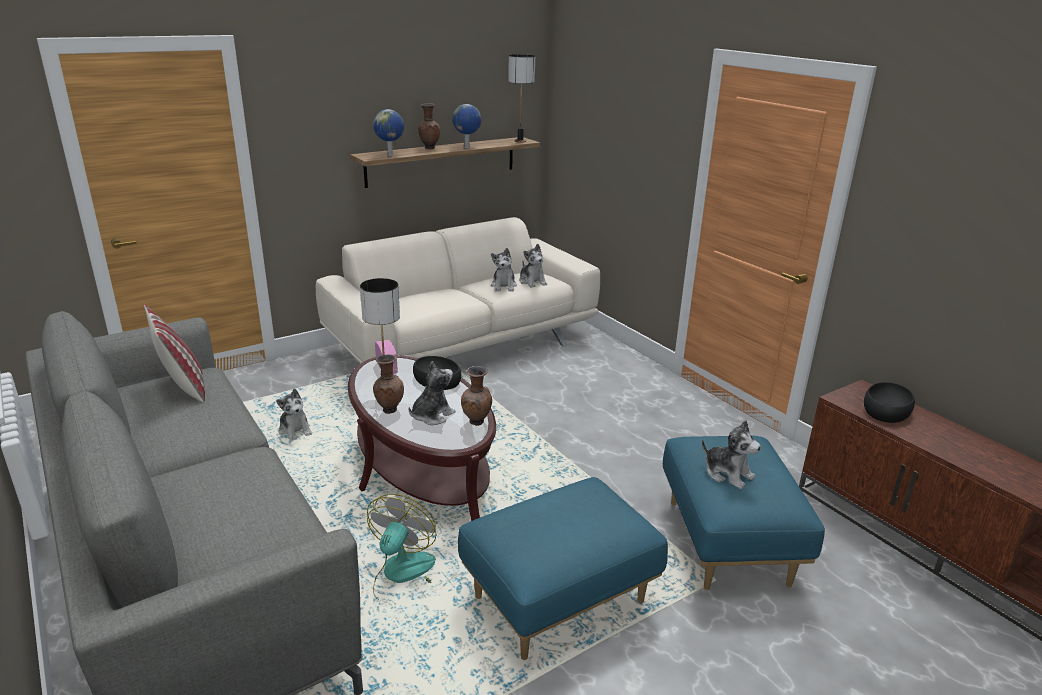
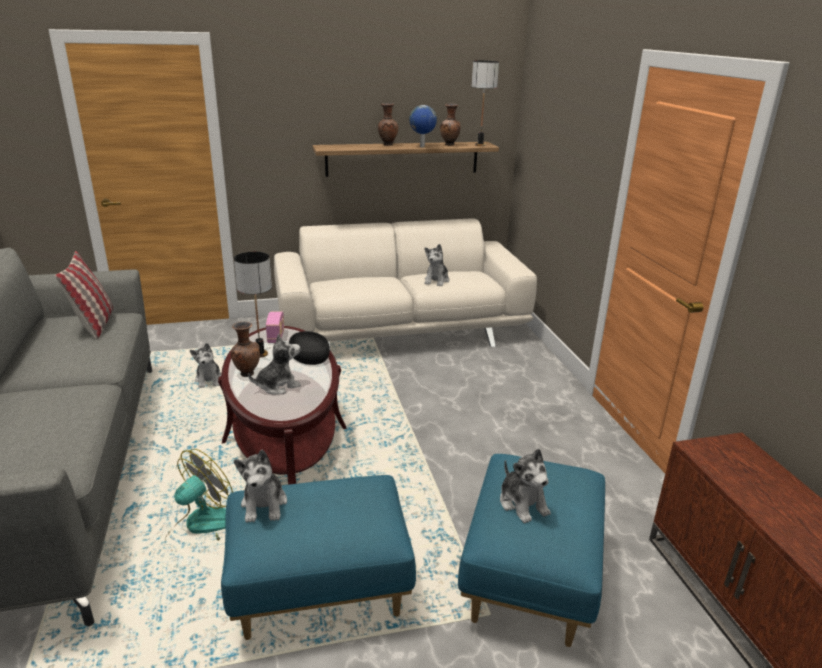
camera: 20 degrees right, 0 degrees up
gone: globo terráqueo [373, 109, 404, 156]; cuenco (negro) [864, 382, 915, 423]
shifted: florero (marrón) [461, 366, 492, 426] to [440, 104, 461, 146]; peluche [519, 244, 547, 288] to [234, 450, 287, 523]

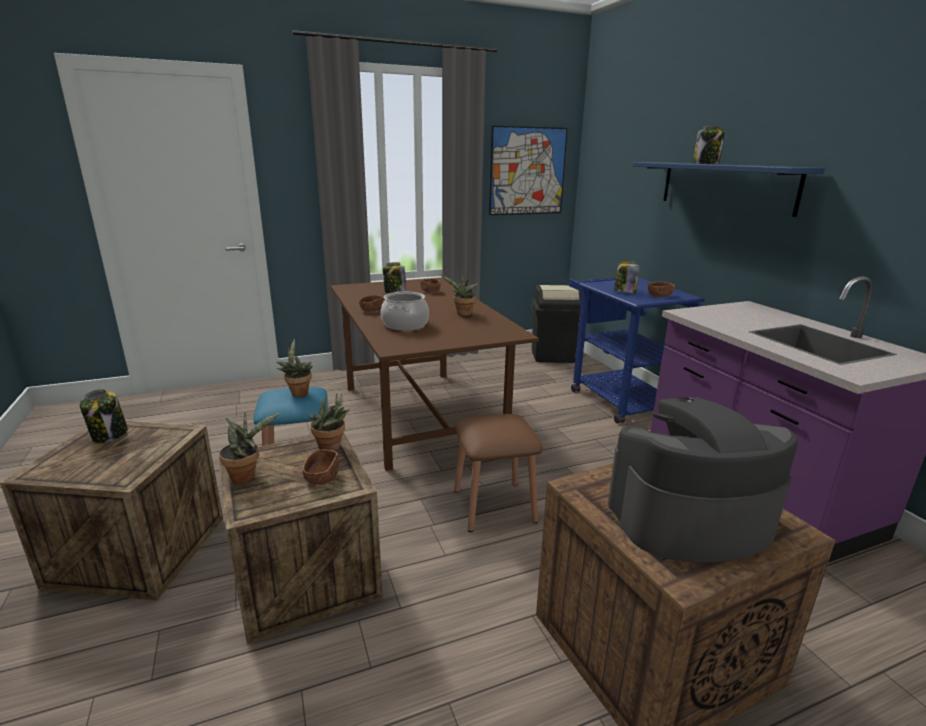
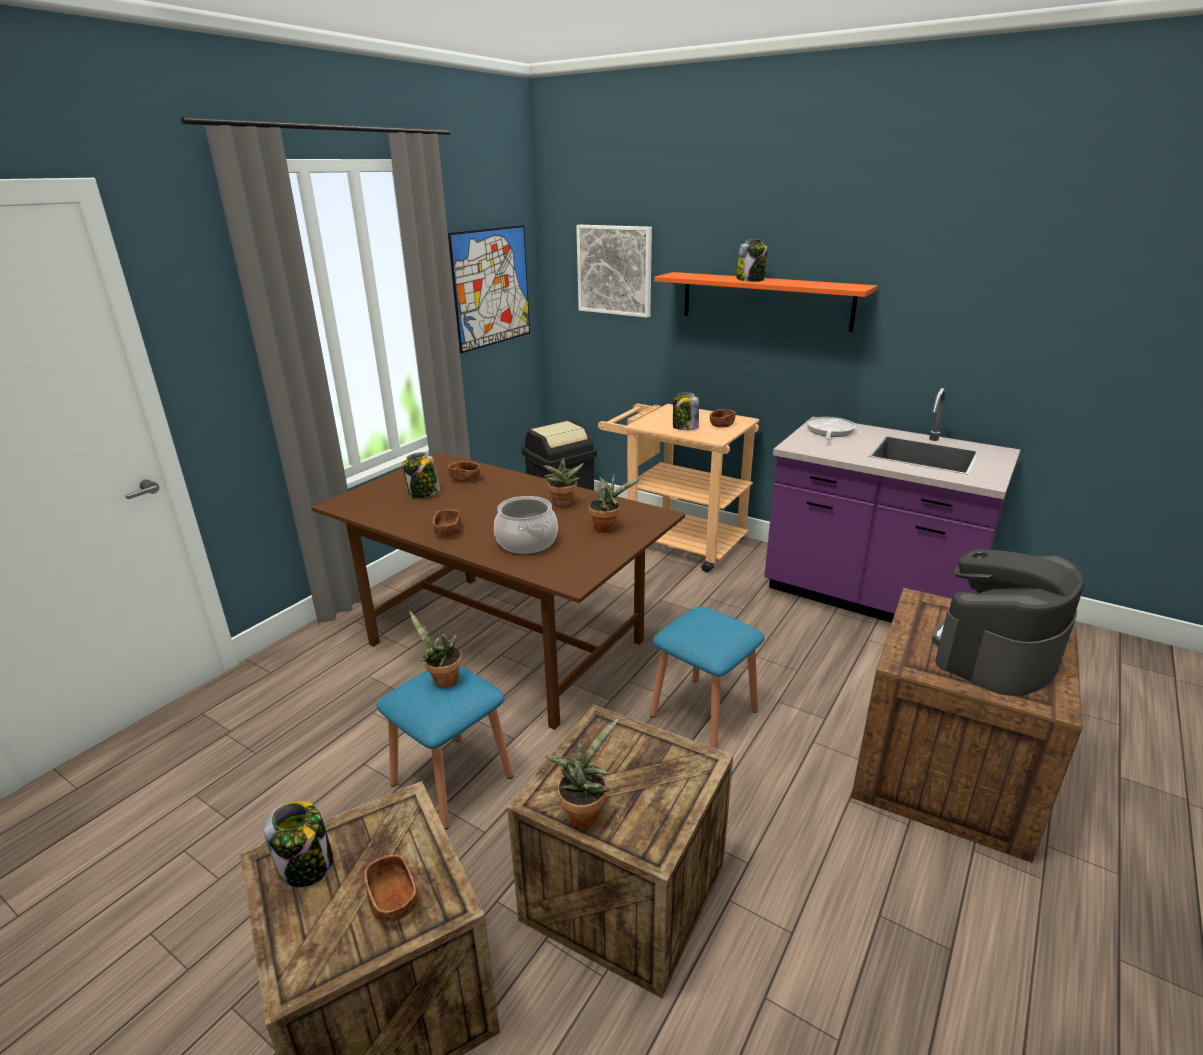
camera: 35 degrees left, 5 degrees up
new: cuadro [576, 225, 652, 318]; sartén [807, 417, 856, 439]
shifted: cuenco (marrón) [302, 450, 339, 485] to [364, 854, 419, 922]; planta en maceta [309, 393, 350, 451] to [589, 474, 640, 533]
repainted: taburete (marrón) [454, 414, 543, 532] to taburete (azul) [650, 606, 765, 749]; carrito (azul) [568, 278, 705, 423] to carrito (beis) [598, 404, 759, 572]; estante (azul) [633, 162, 825, 217] to estante (naranja) [654, 272, 877, 332]

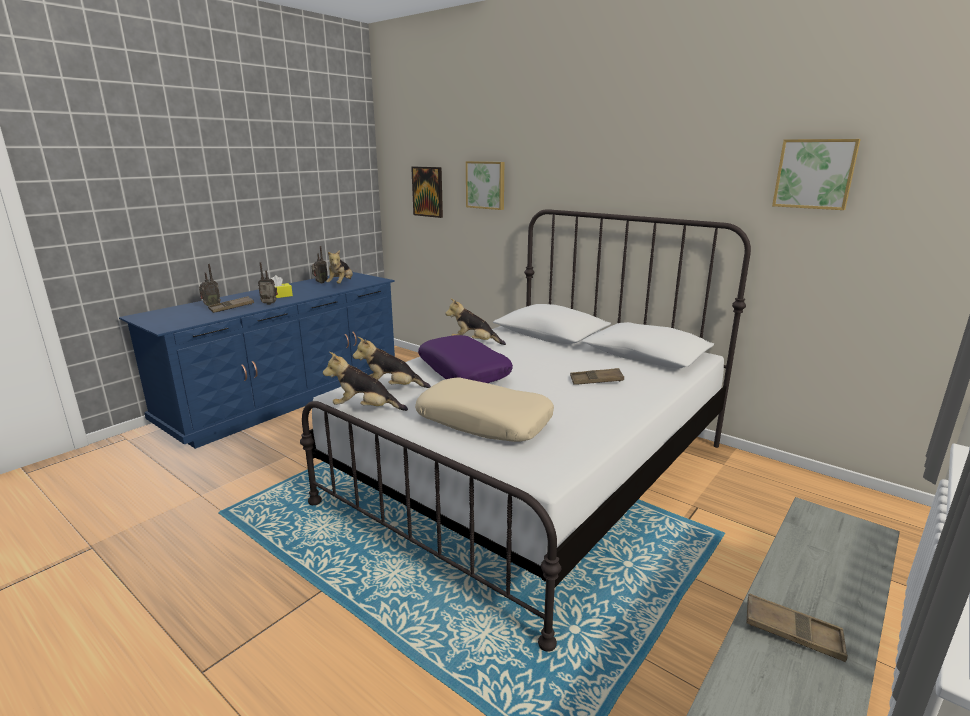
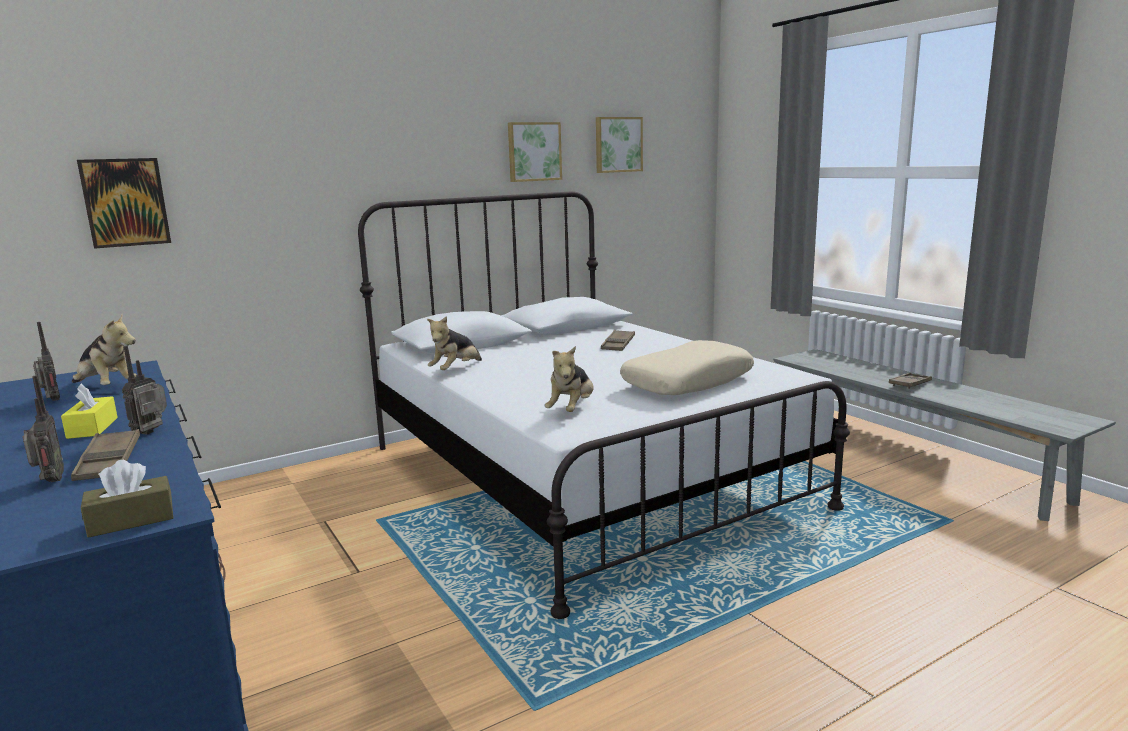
camera: 70 degrees left, 5 degrees down
gone: peluche [323, 352, 408, 411]; cojín (morado) [418, 335, 513, 383]
new: caja de pañuelos (marrón) [81, 460, 173, 538]
shifted: cuadro [466, 161, 504, 210] to [508, 122, 562, 182]

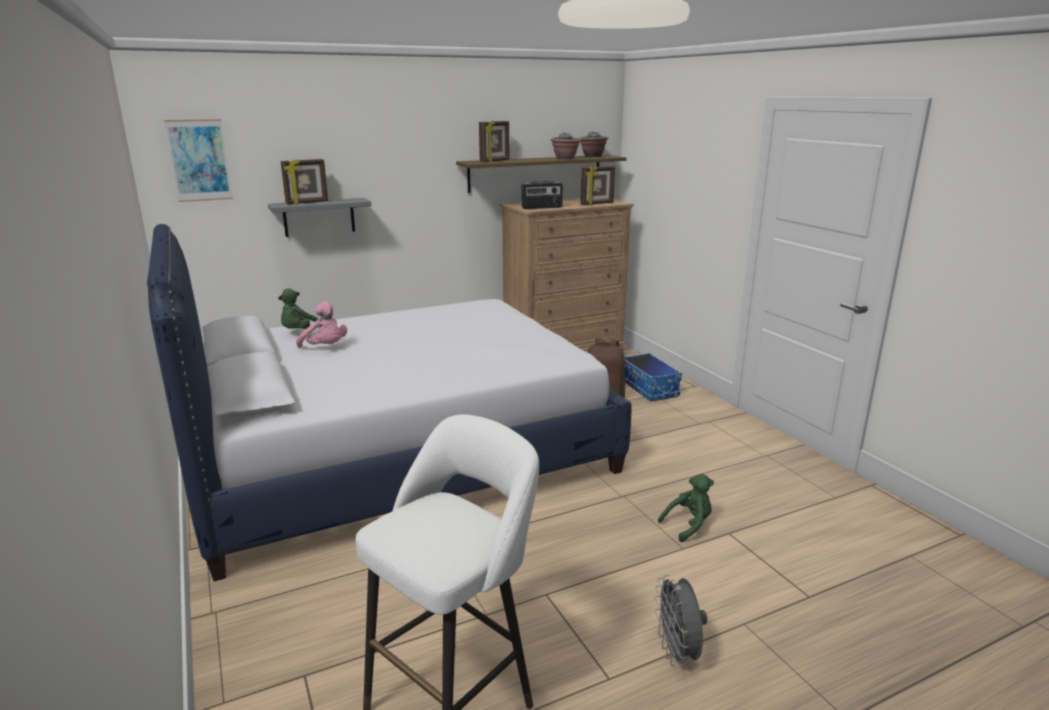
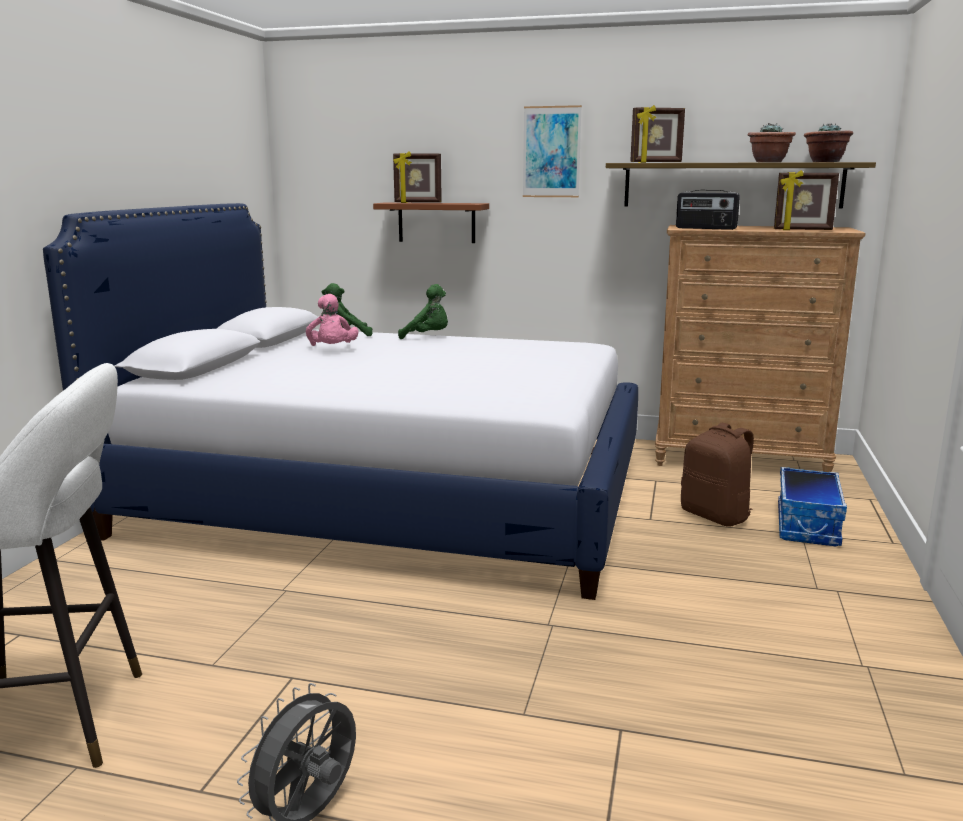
camera: 40 degrees right, 5 degrees down
shifted: cuadro [164, 119, 233, 202] to [523, 105, 582, 197]; peluche (verde) [658, 474, 714, 542] to [398, 284, 448, 339]
repainted: estante (gris) [268, 198, 372, 237] to estante (marrón) [373, 202, 489, 243]

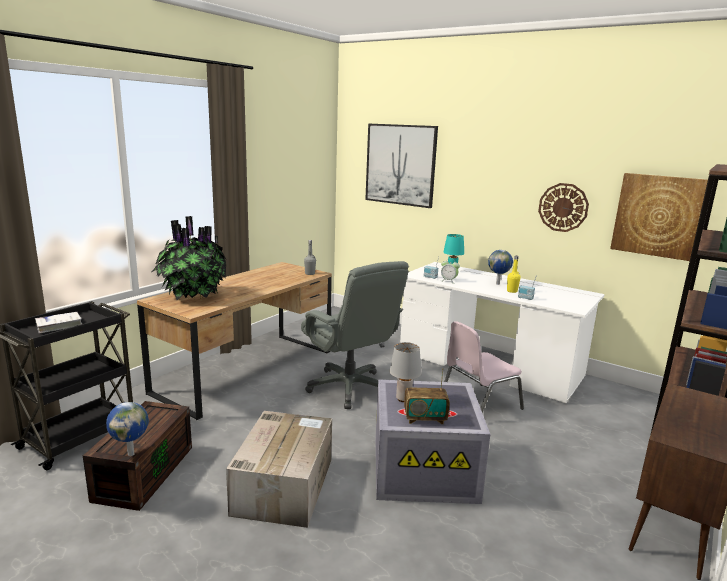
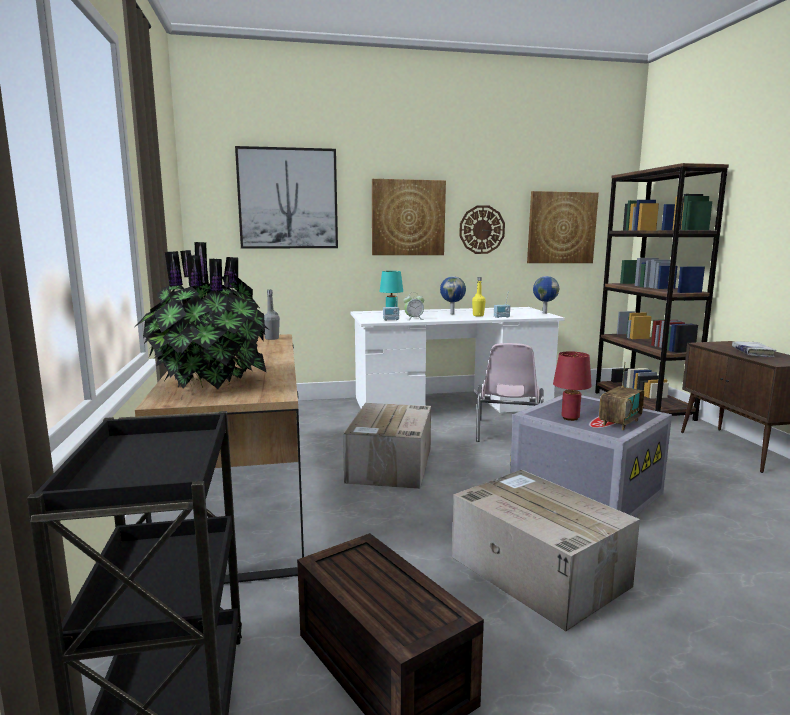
camera: 45 degrees left, 5 degrees down
new: cuadro [372, 179, 446, 255]
shifted: libro (blanco) [35, 312, 82, 333] to [732, 341, 776, 357]; globo terráqueo [106, 402, 149, 456] to [533, 276, 559, 314]
swapped: silla de oficina (gris) [301, 261, 409, 409] to caja de cartón [343, 403, 431, 489]
repainted: lámpara de mesa (gris) [390, 342, 421, 402] to lámpara de mesa (rojo) [553, 351, 592, 421]

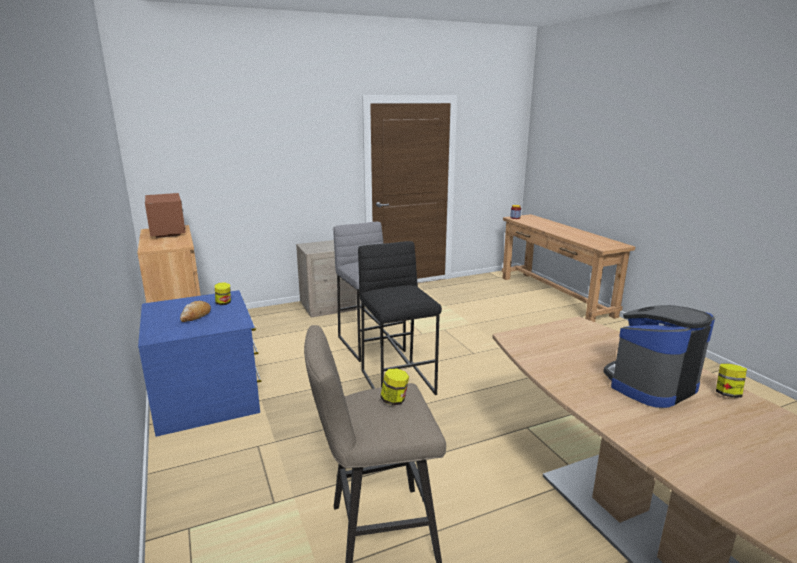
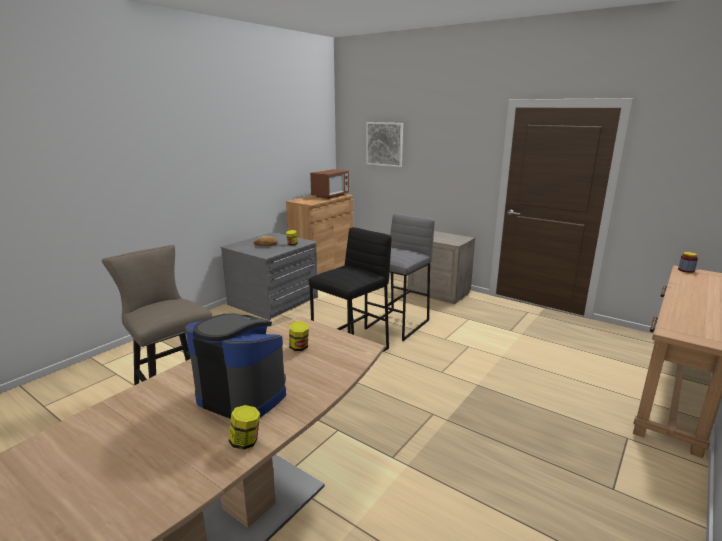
camera: 60 degrees right, 0 degrees up
new: cuadro [366, 122, 403, 167]
shifted: tarro [380, 369, 409, 405] to [289, 321, 309, 351]
repainted: cómoda (azul) [138, 290, 261, 437] to cómoda (gris) [220, 232, 318, 320]

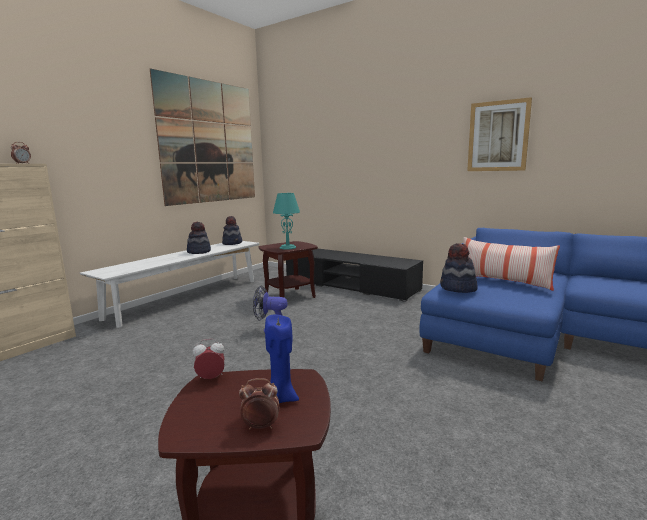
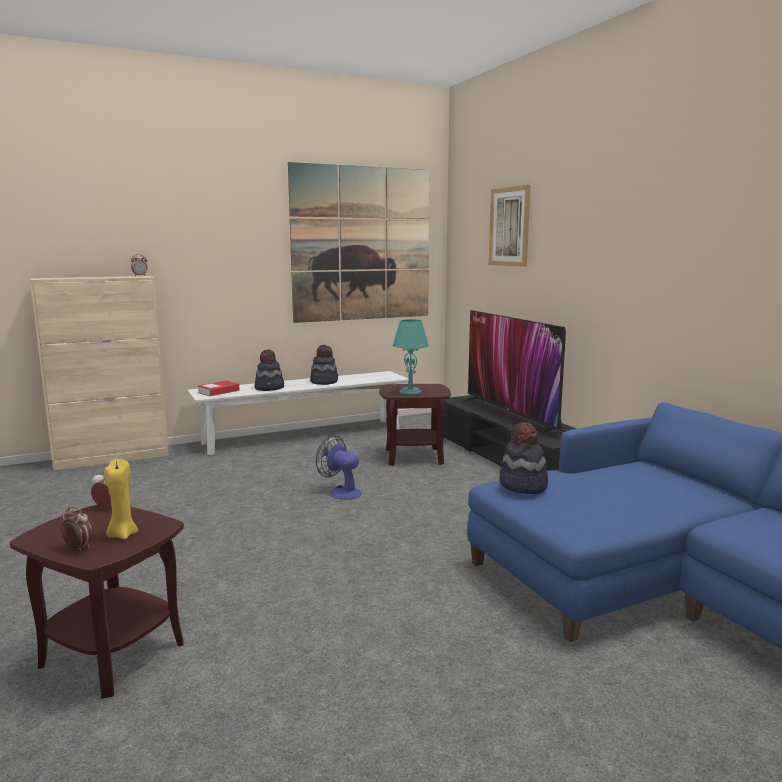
camera: 30 degrees right, 0 degrees up
gone: cojín [463, 237, 560, 291]
new: libro [198, 380, 239, 396]; televisor [459, 310, 566, 436]
shifted: sombrero [222, 216, 242, 245] to [254, 349, 284, 391]; cuadro [467, 97, 532, 171] to [489, 185, 531, 267]
repainted: vela (azul) [265, 315, 299, 403] to vela (amarillo) [104, 459, 138, 539]

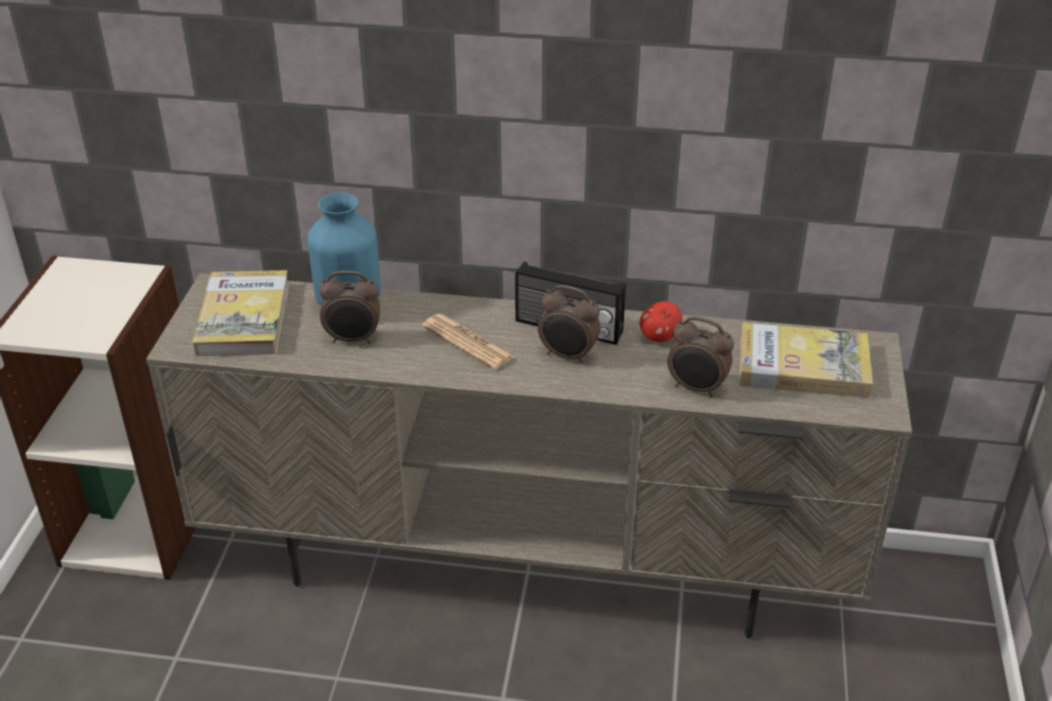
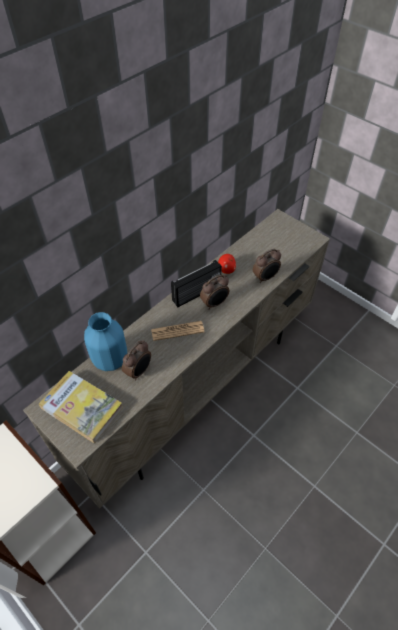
camera: 55 degrees left, 15 degrees up
gone: libro [739, 322, 873, 398]

